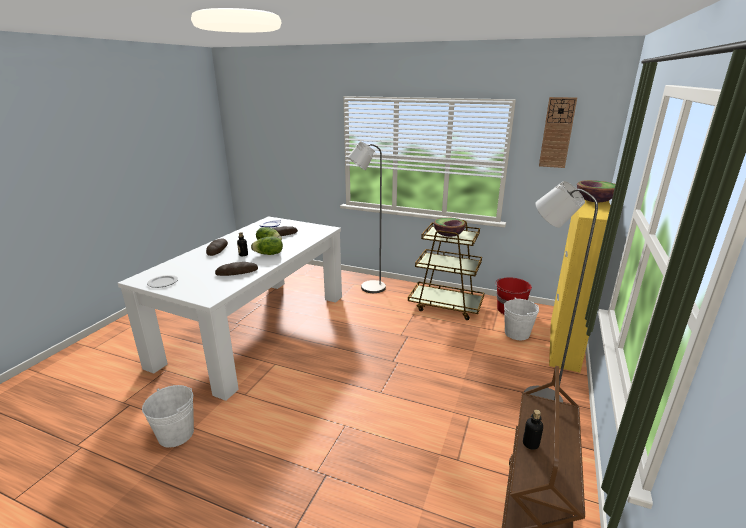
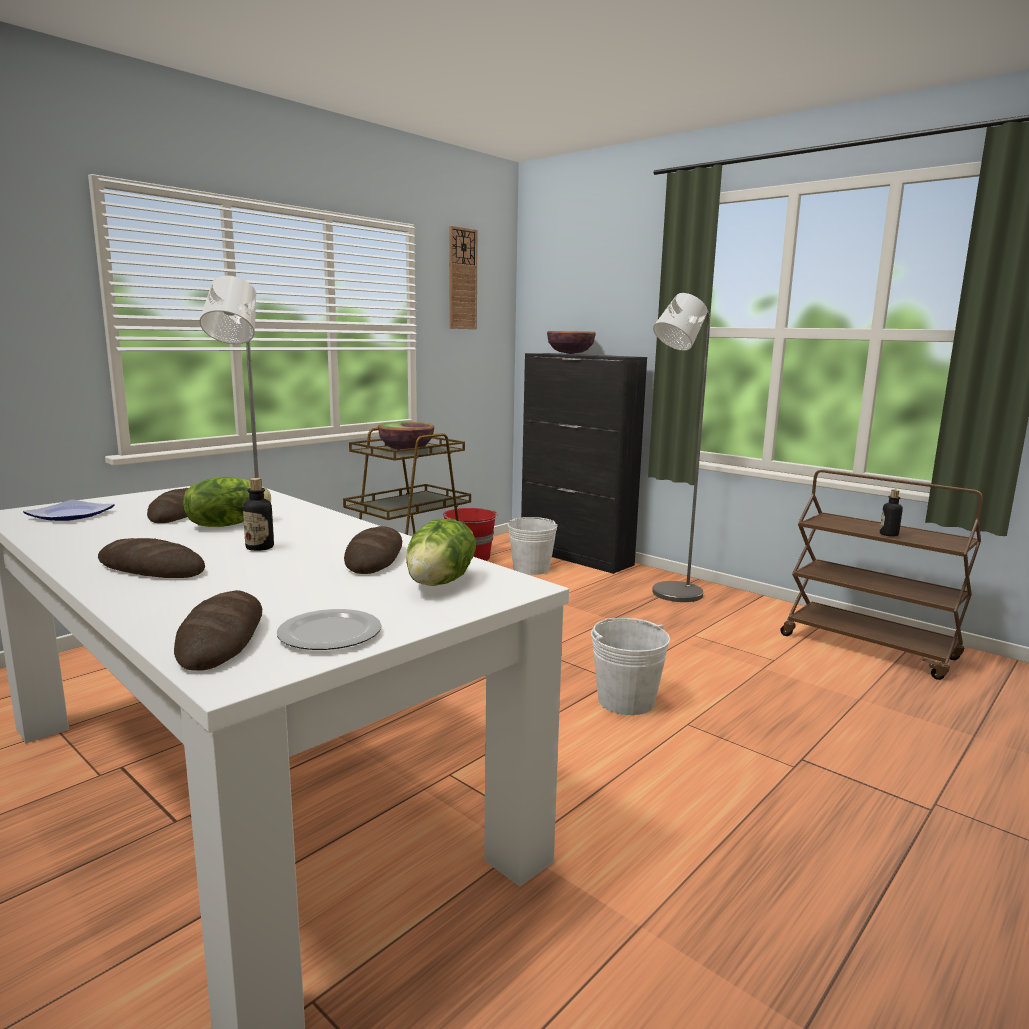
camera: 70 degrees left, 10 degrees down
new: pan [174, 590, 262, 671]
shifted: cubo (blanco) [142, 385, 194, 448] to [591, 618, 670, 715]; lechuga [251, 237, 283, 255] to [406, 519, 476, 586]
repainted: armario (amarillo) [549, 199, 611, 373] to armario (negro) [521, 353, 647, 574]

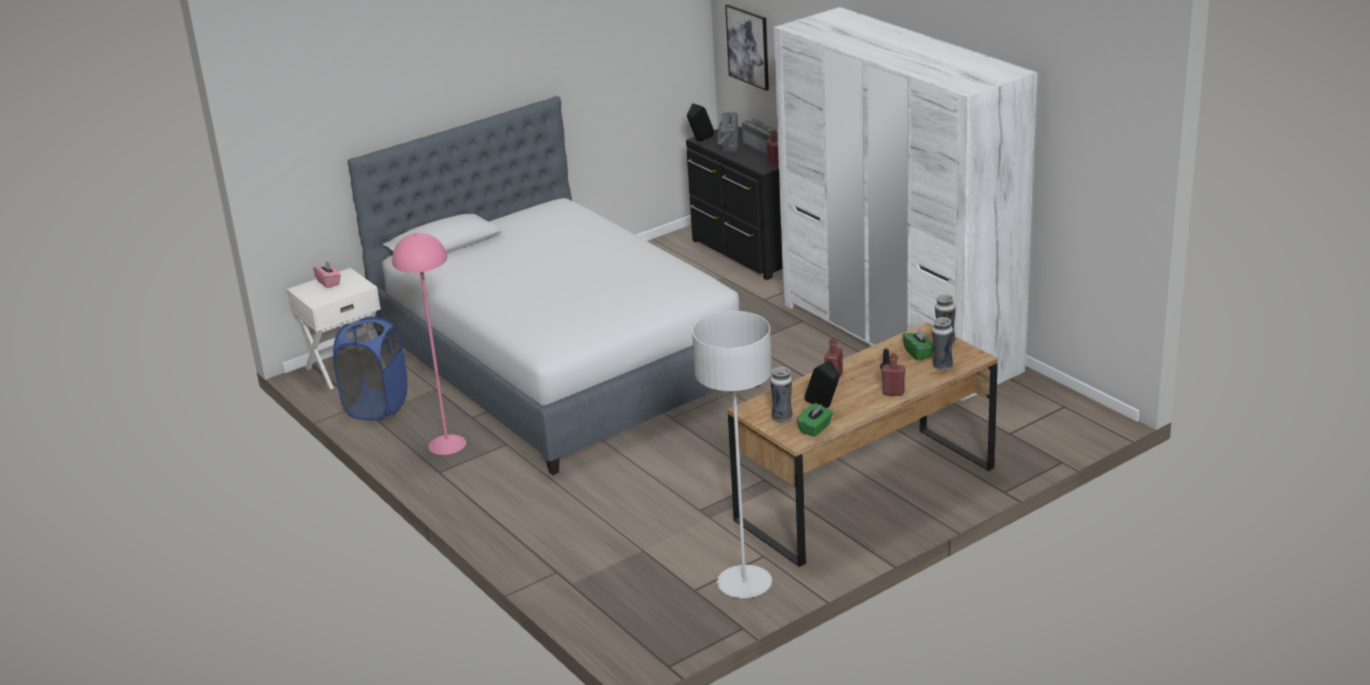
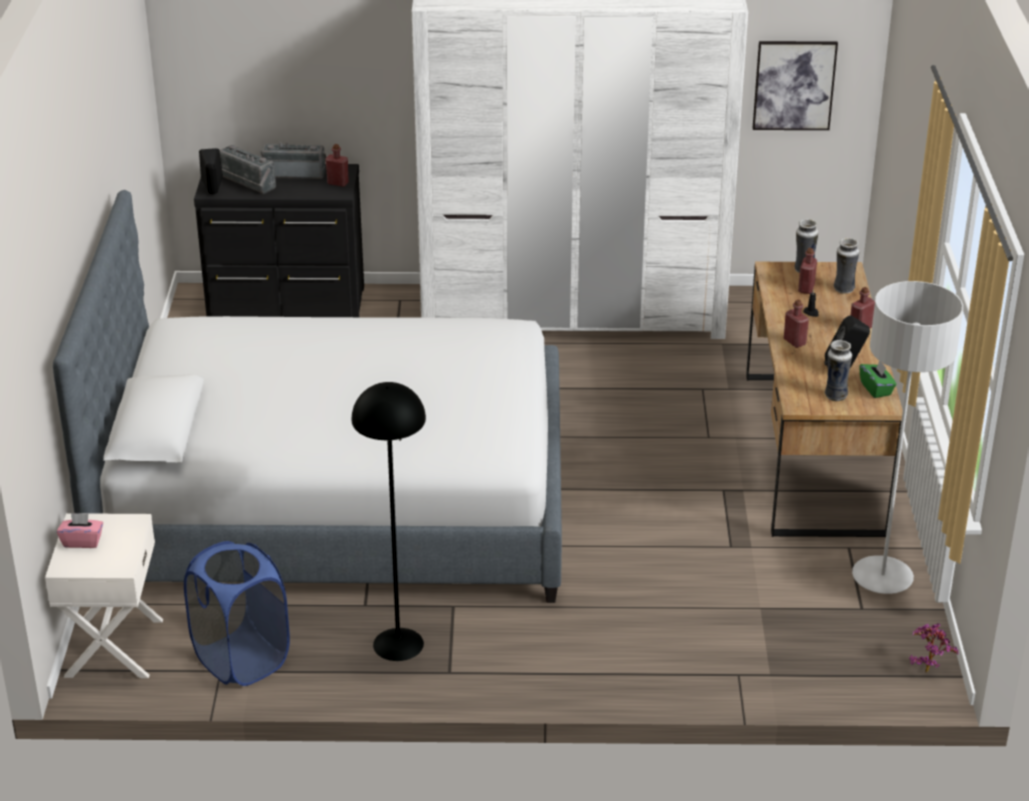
camera: 55 degrees left, 5 degrees up
new: planta en maceta [909, 623, 958, 673]
shifted: cuadro [725, 4, 769, 91] to [753, 41, 838, 130]
swapped: caja de pañuelos (verde) [902, 328, 934, 360] to botella (rojo) [798, 248, 817, 294]
repainted: lámpara de pie (rosa) [392, 233, 466, 455] to lámpara de pie (negro) [352, 382, 426, 661]

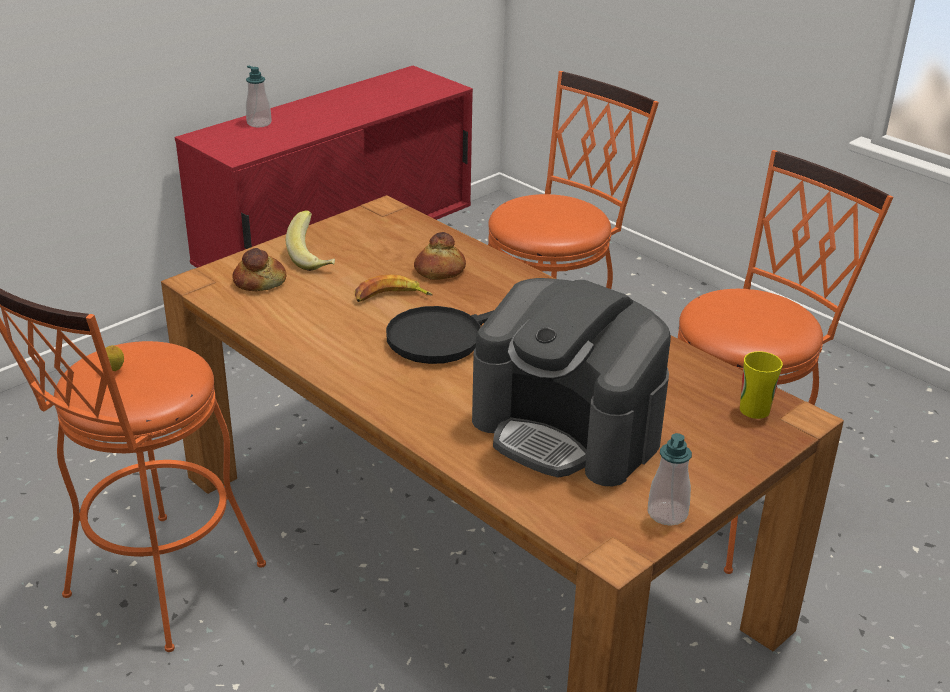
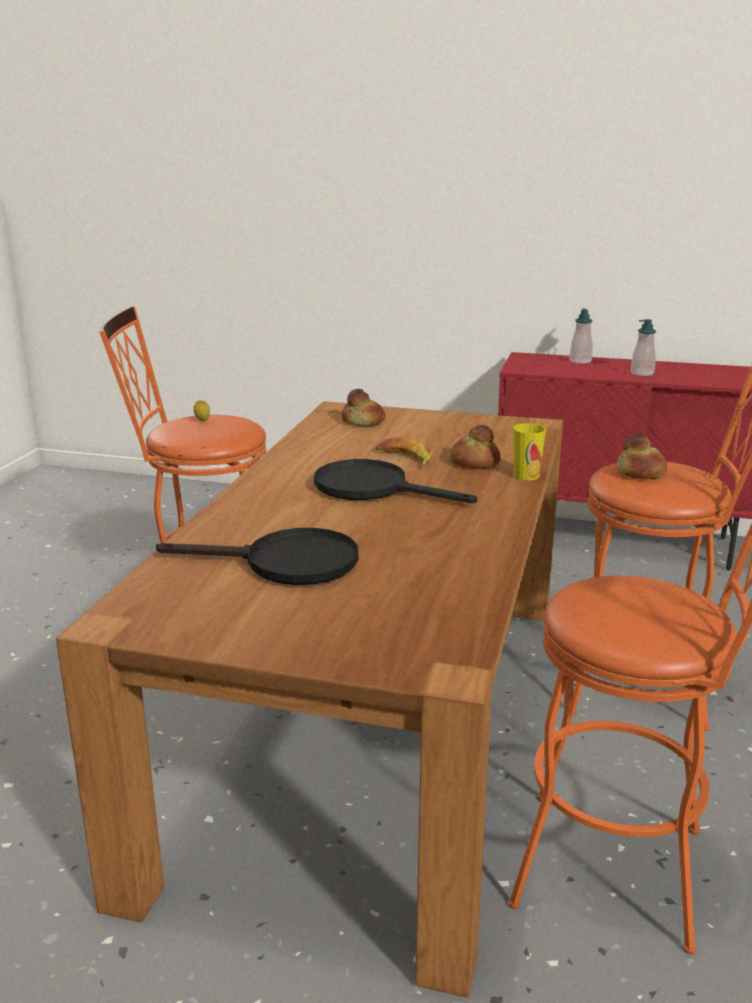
camera: 60 degrees right, 10 degrees down
gone: plátano [286, 210, 335, 271]
new: pan [617, 433, 667, 479]
shifted: dispensador de jabón [648, 433, 692, 526] to [631, 319, 656, 376]; taza [740, 351, 783, 419] to [513, 423, 546, 480]
swapped: cafetera [472, 278, 671, 486] to sartén (negro) [156, 528, 358, 585]

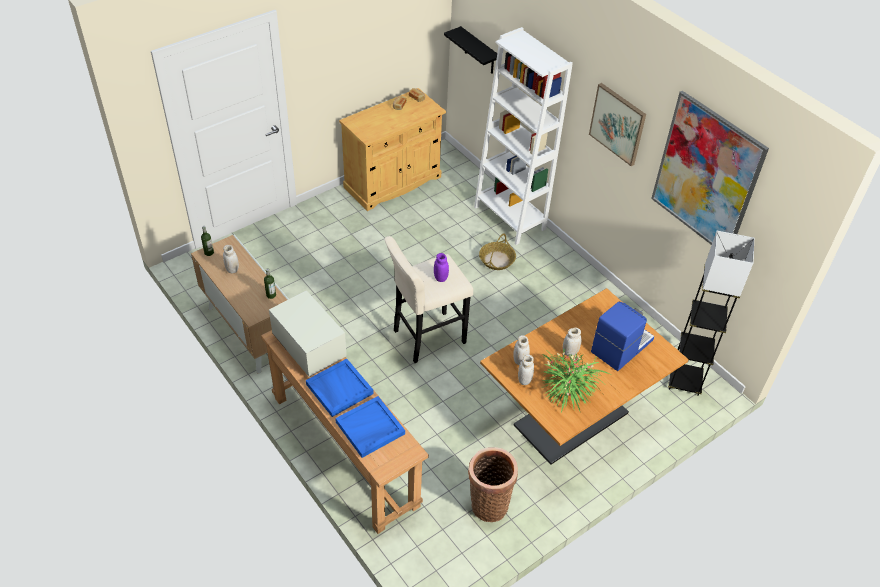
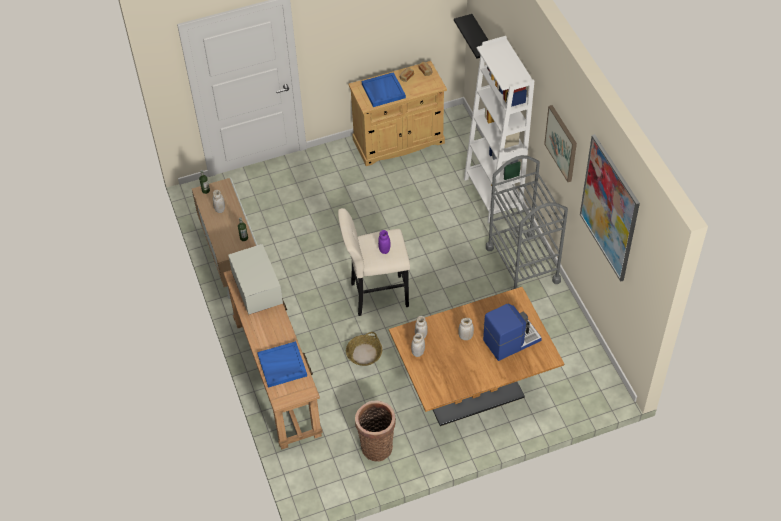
camera: 20 degrees right, 5 degrees up
gone: planta en maceta [542, 349, 610, 413]; lámpara de pie (gris) [668, 231, 754, 396]
new: carrito (gris) [486, 155, 568, 290]
shifted: bandeja (azul) [306, 358, 374, 417] to [362, 72, 406, 107]; cesta [479, 234, 516, 270] to [346, 332, 382, 366]

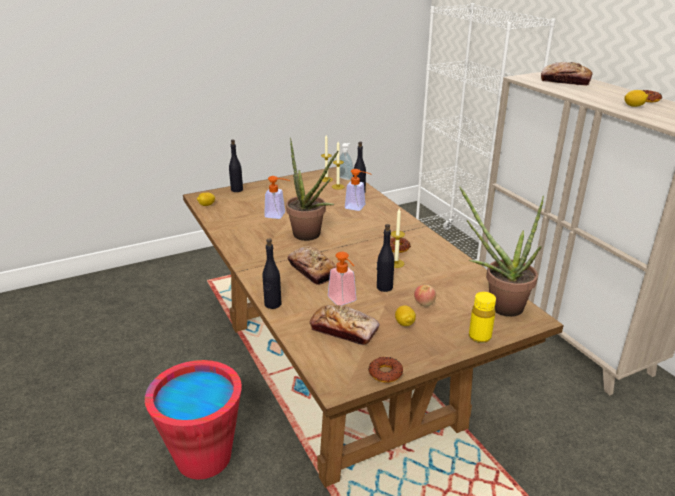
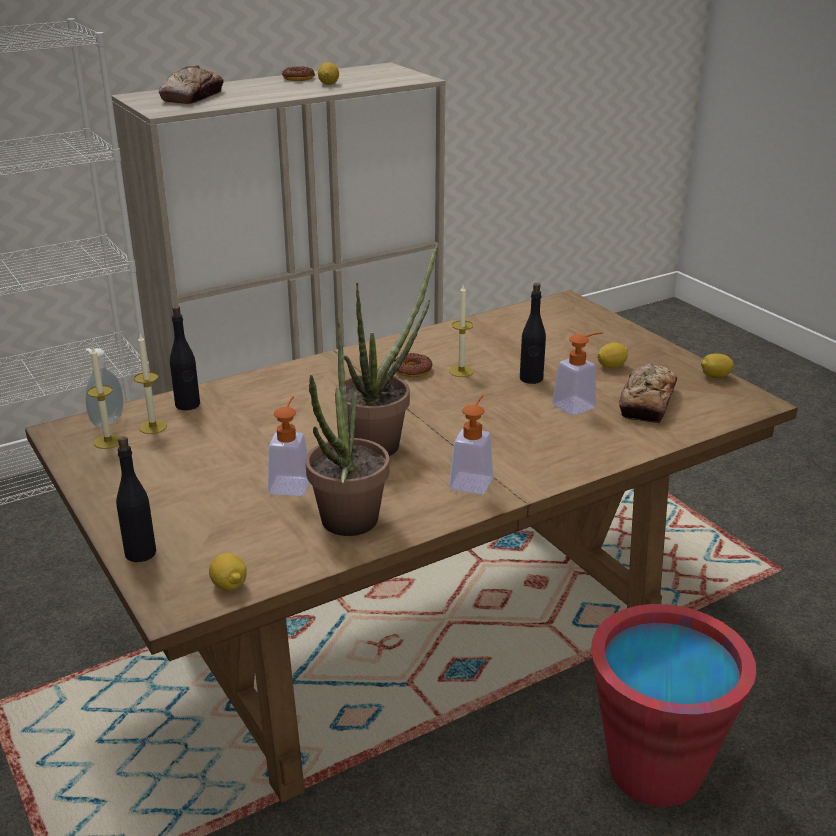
camera: 95 degrees left, 0 degrees up
gone: botella (negro) [262, 239, 282, 309]; pan [287, 246, 336, 285]; manzana [414, 285, 436, 307]; botella (amarillo) [469, 292, 496, 343]
shifted: dispensador de jabón [345, 169, 370, 211] to [449, 395, 493, 494]; planta en maceta [459, 186, 544, 317] to [305, 317, 390, 536]
swapped: rosquilla [368, 356, 403, 383] to limón [701, 354, 734, 378]

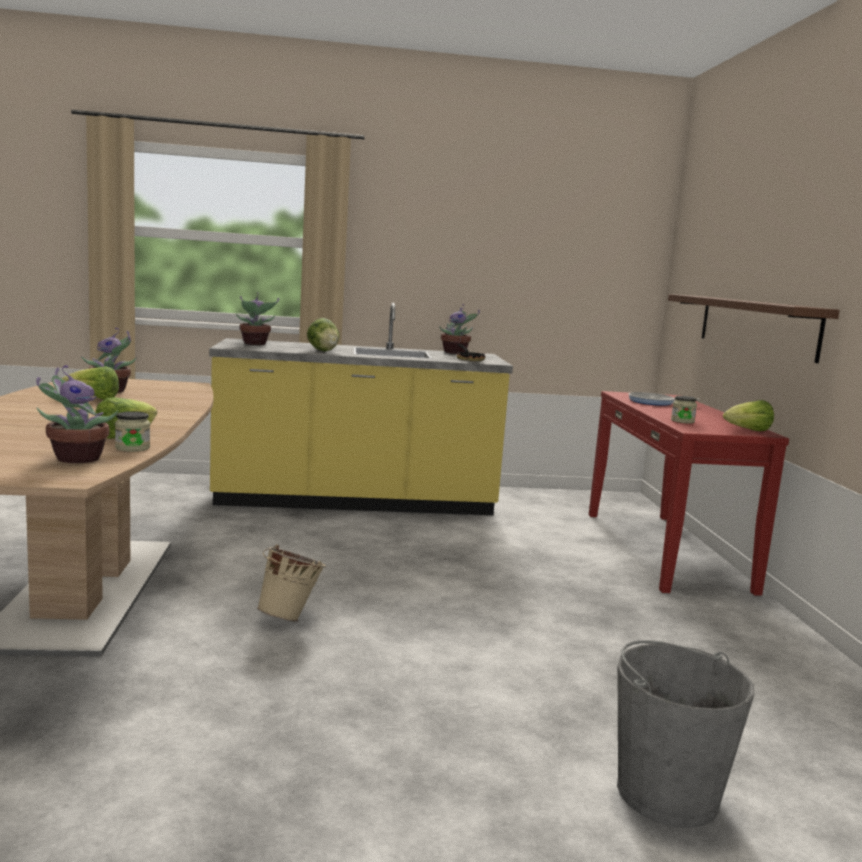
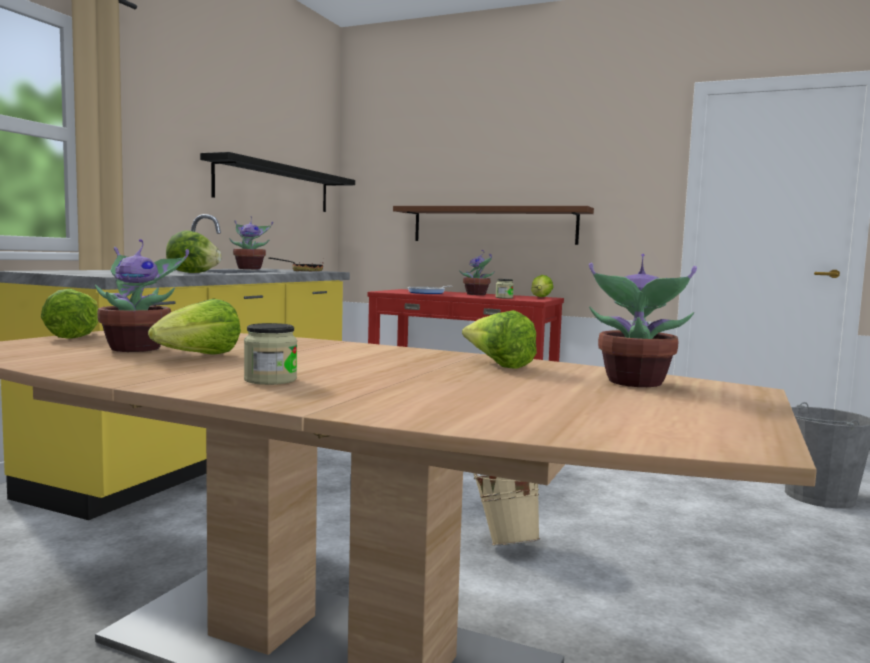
camera: 60 degrees left, 5 degrees down
new: lechuga [41, 289, 98, 339]; estante (negro) [200, 152, 355, 212]
shifted: tarro [115, 411, 150, 452] to [244, 323, 297, 385]; planta en maceta [236, 292, 279, 345] to [459, 250, 495, 295]

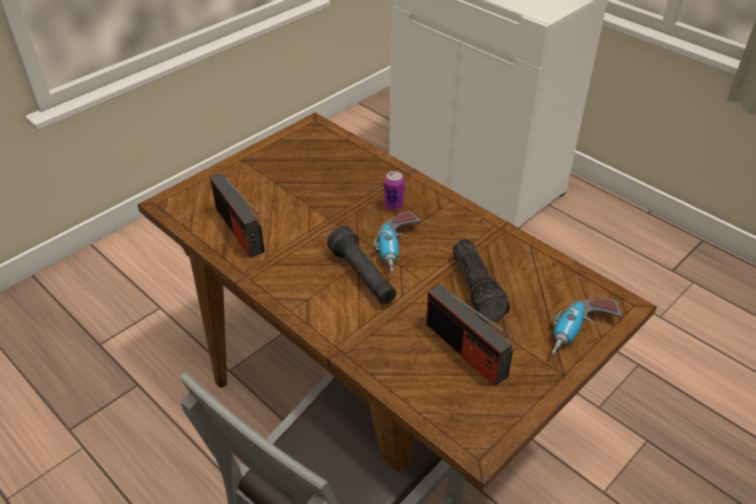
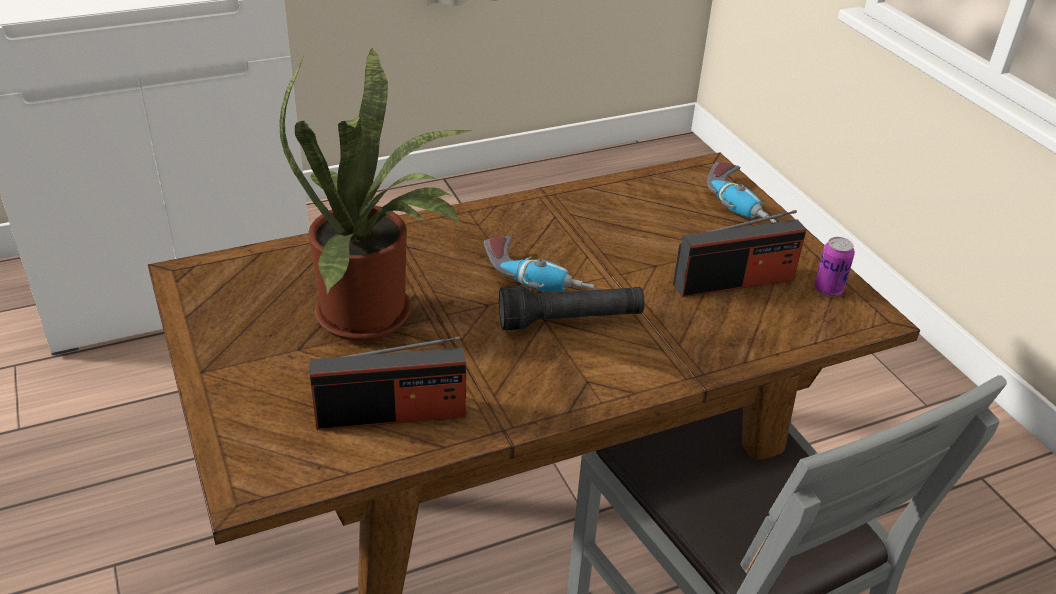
camera: 70 degrees left, 5 degrees down
gone: linterna [453, 240, 510, 323]
new: planta en maceta [279, 47, 471, 341]
shifted: lata [384, 171, 405, 210] to [814, 237, 855, 296]

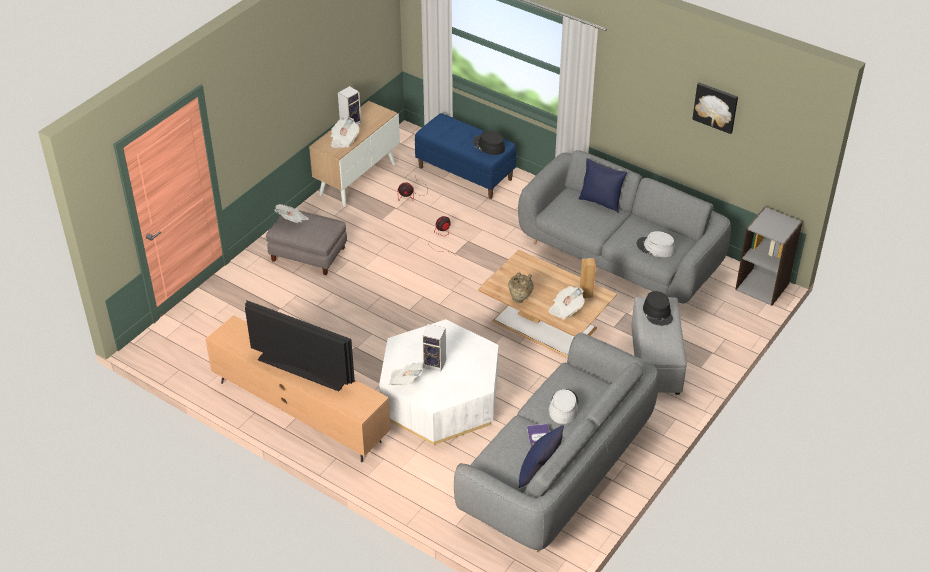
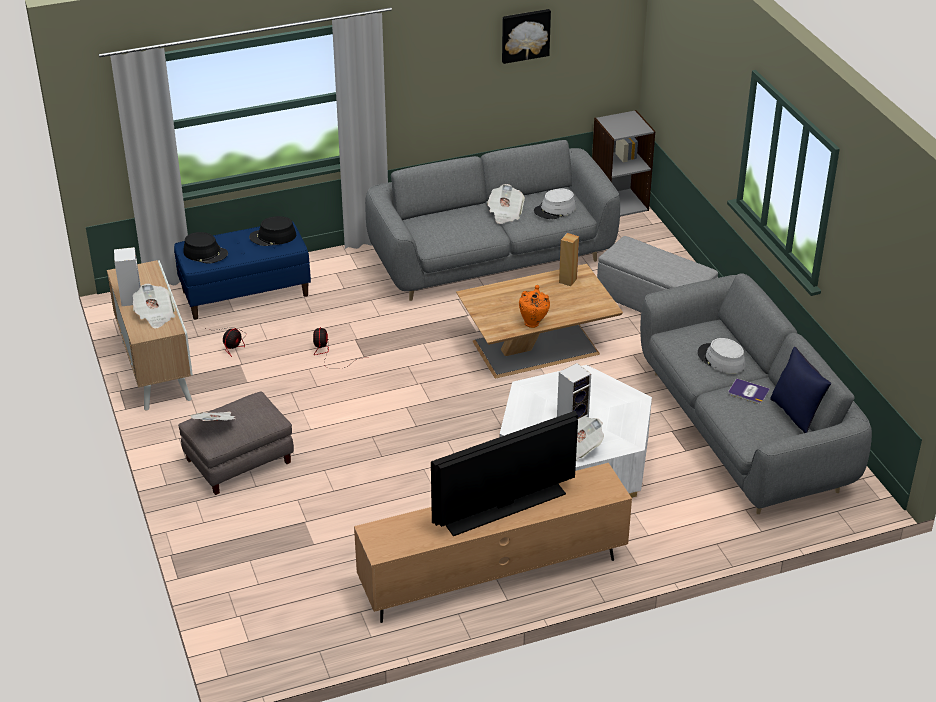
camera: 55 degrees left, 5 degrees down
gone: cojín (azul) [579, 158, 627, 212]
shifted: periódico [548, 286, 584, 320] to [487, 184, 525, 224]; sombrero (negro) [643, 291, 673, 326] to [183, 232, 228, 264]
repainted: florero (beis) [508, 272, 534, 303] to florero (naranja) [519, 285, 550, 328]

